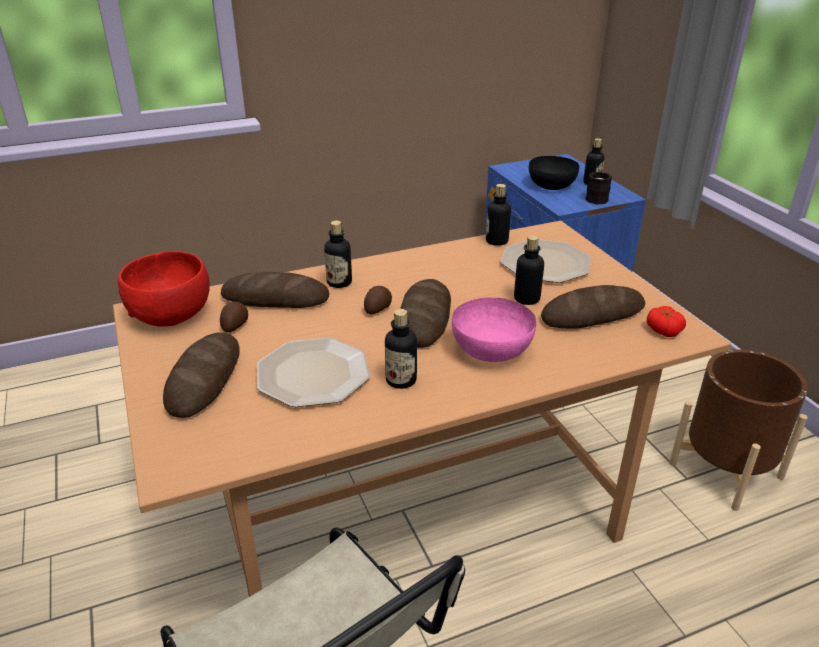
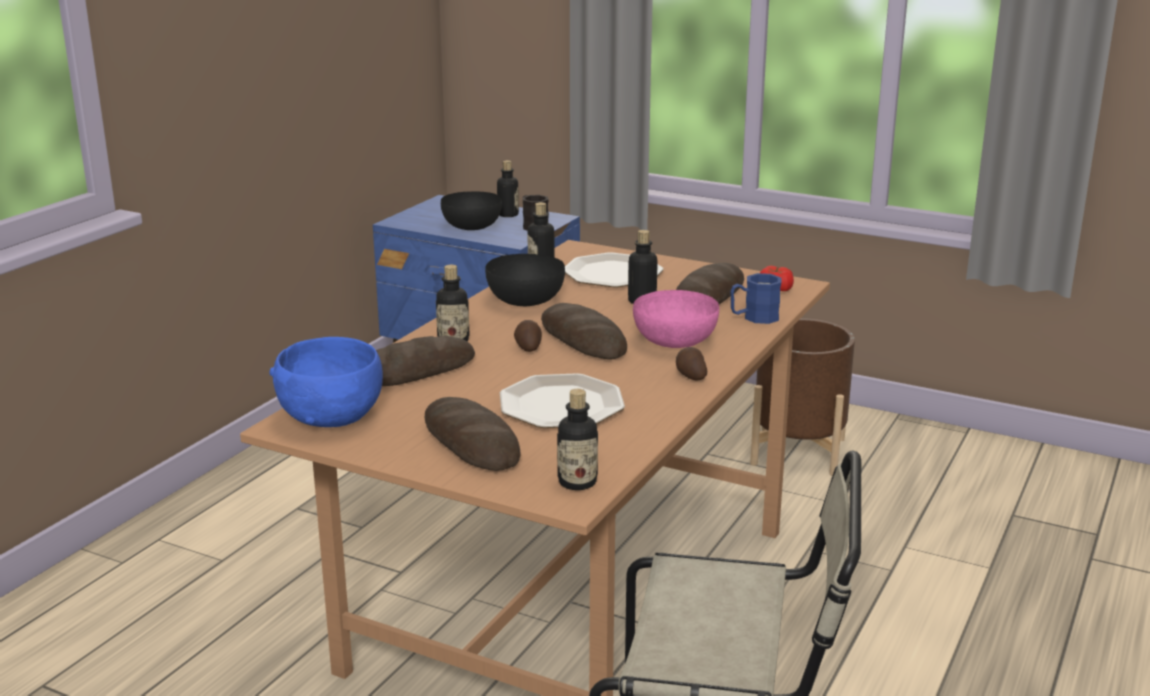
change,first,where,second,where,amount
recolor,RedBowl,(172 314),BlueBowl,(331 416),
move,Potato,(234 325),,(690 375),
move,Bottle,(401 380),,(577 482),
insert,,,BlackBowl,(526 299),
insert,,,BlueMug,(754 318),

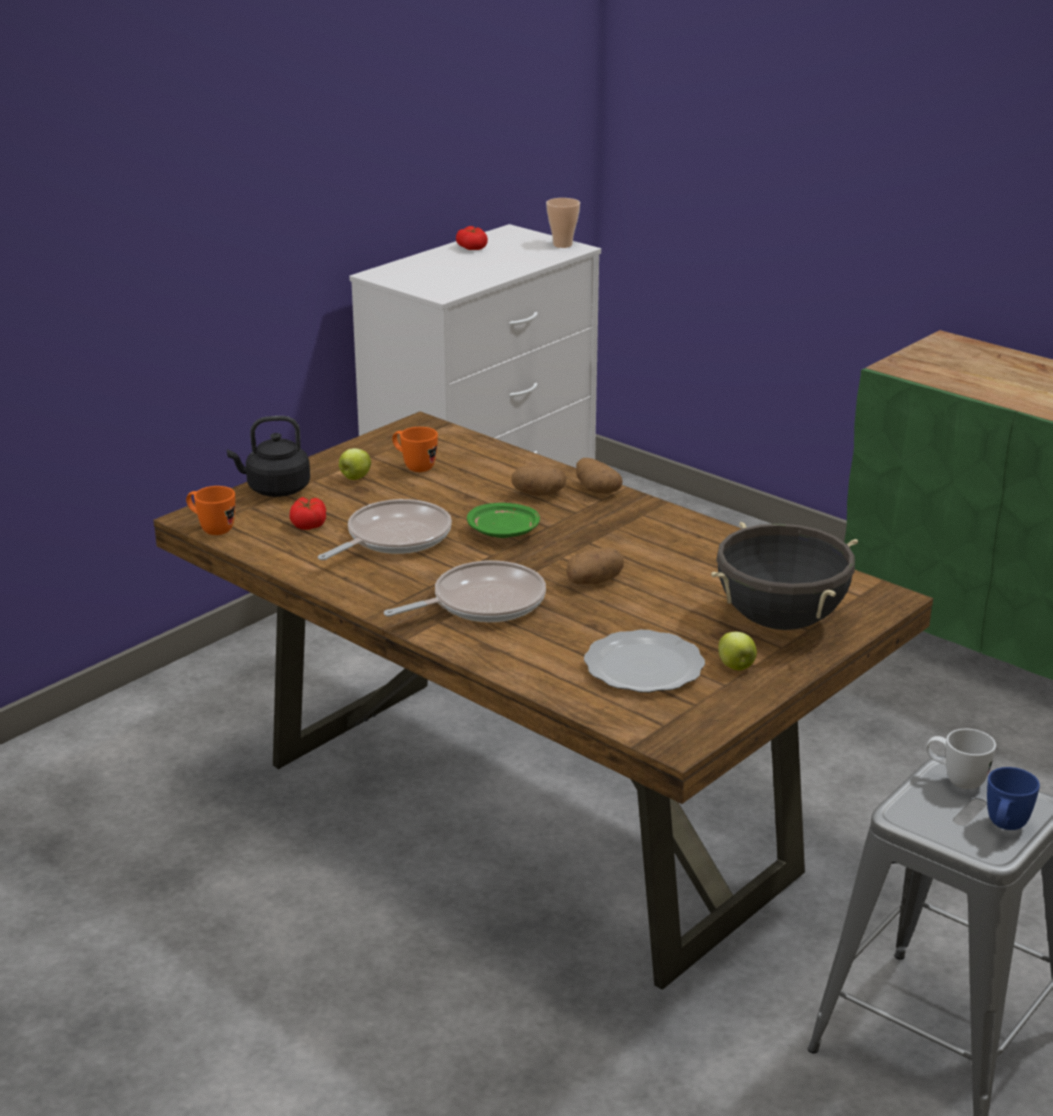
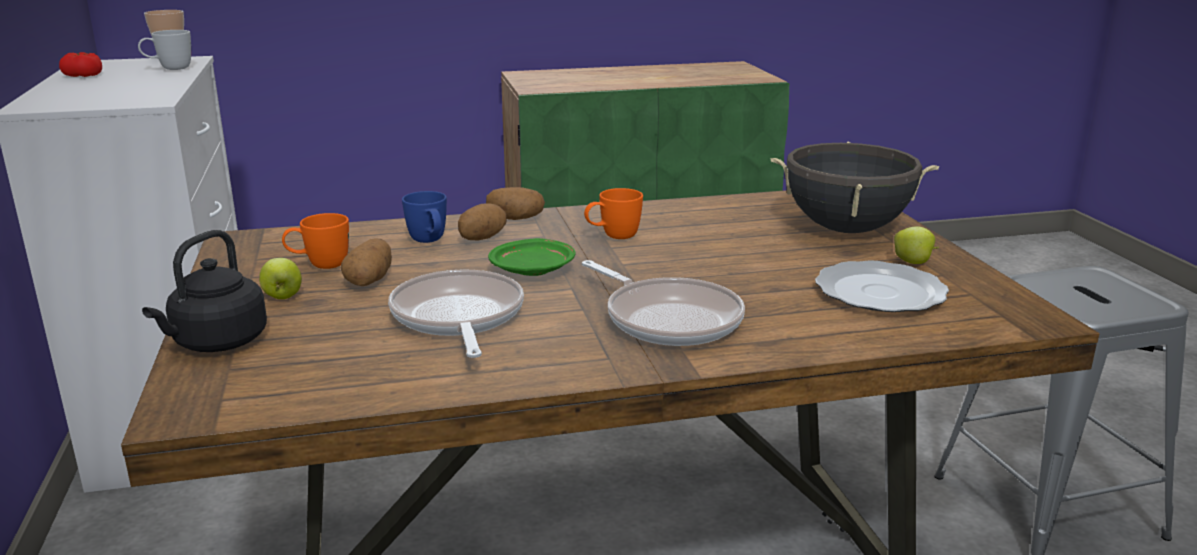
change,first,where,second,where,amount
move,OrangeMug,(211 529),,(613 237),
delete,Tomato,(308 524),,,
rotate,FryingPan,(482 603),,(668 319),135 degrees clockwise
move,Potato,(594 581),,(370 280),
move,WhiteMug,(956 780),,(169 69),
move,BlueMug,(1005 828),,(430 242),

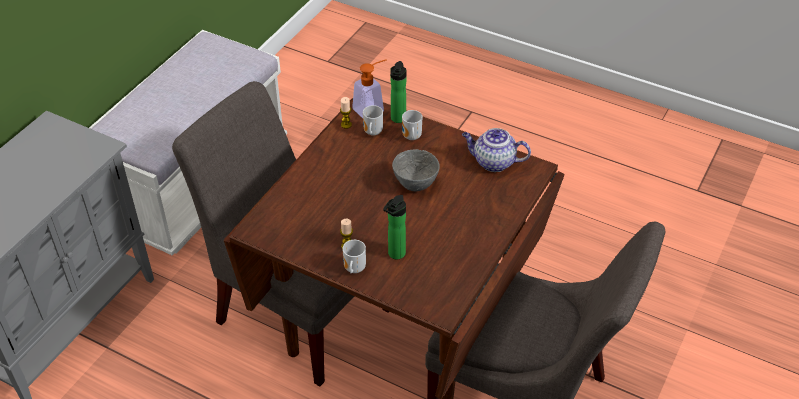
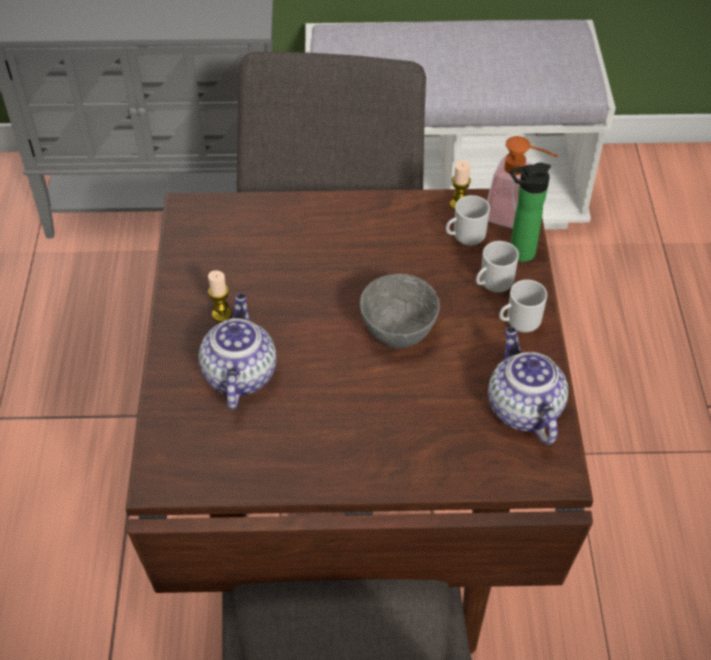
change,first,where,second,where,amount
move,Mug,(353 269),,(519 324),
replace,Bottle,(395 255),Teapot,(239 374),

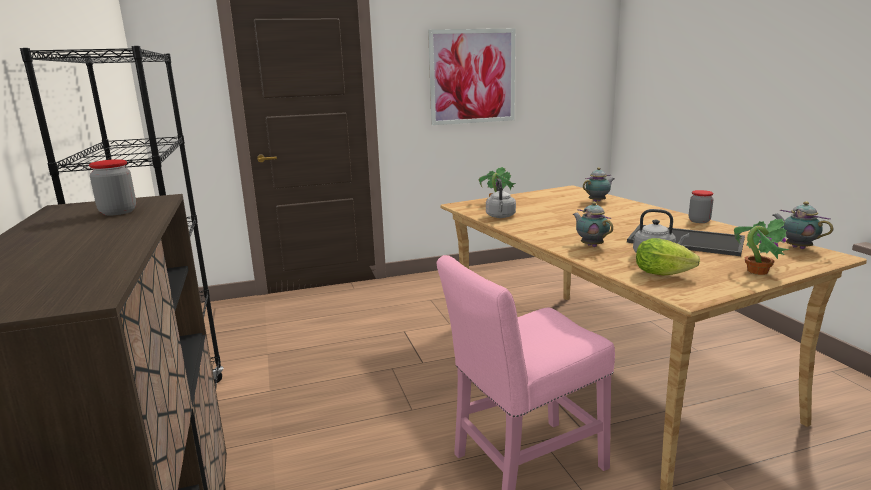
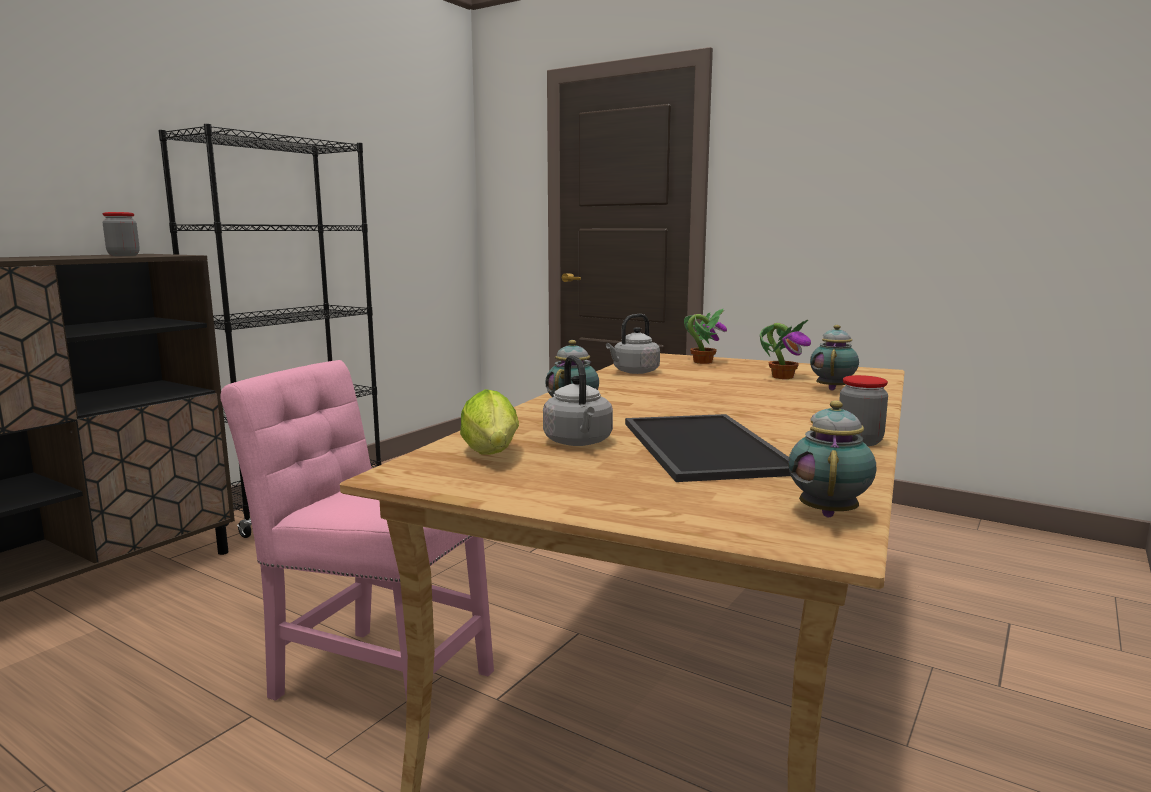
change,first,where,second,where,amount
delete,Picture,(472 76),,,
rotate,Teapot,(598 201),,(833 389),90 degrees counterclockwise
move,PottedPlant,(756 271),,(782 377),

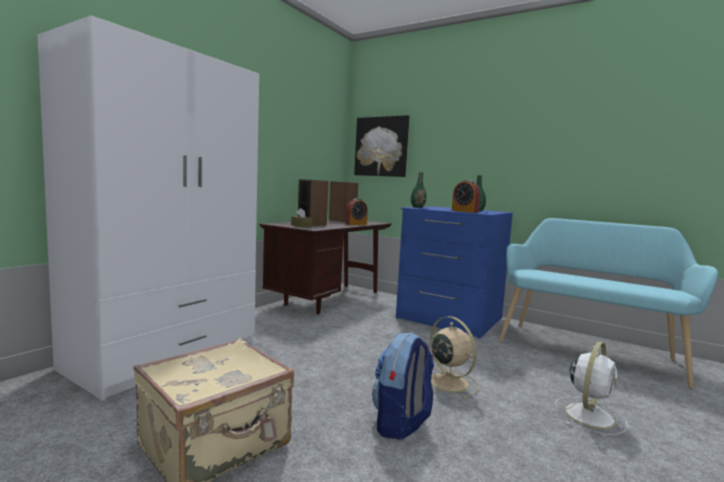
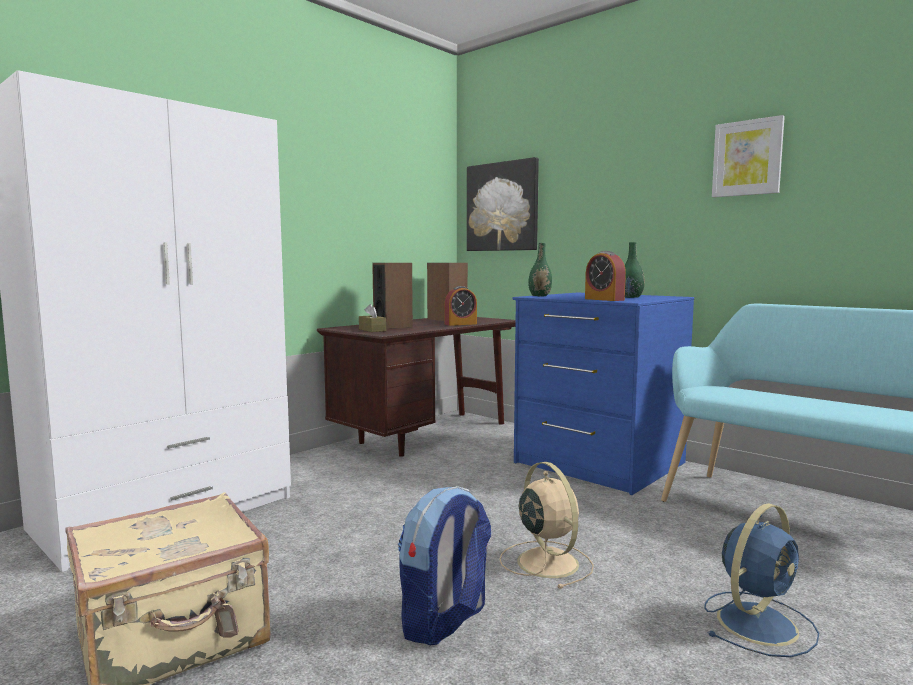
change,first,where,second,where,amount
recolor,WhiteFan,(589 415),BlueFan,(758 622),
insert,,,Picture,(747 158),

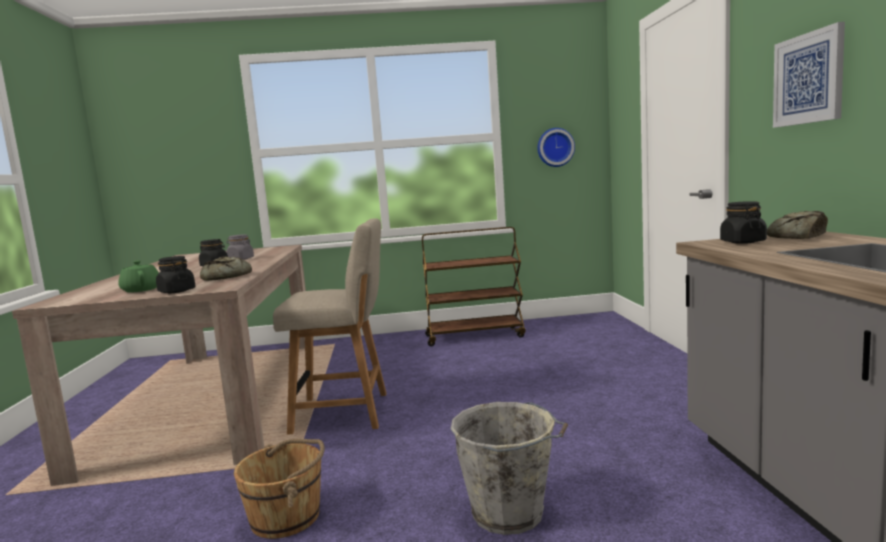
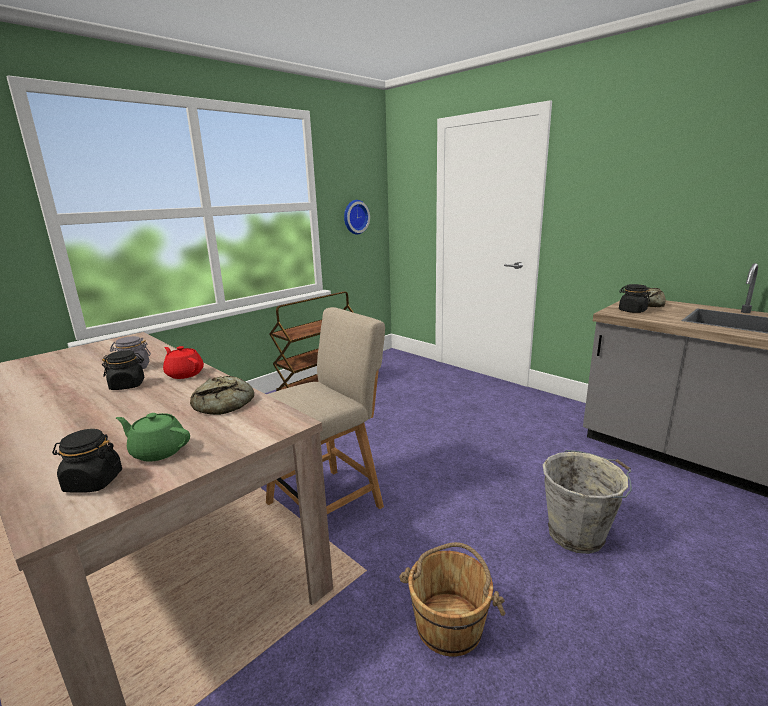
change,first,where,second,where,amount
move,BlackJar,(176 291),,(93 482),
delete,Picture,(808 79),,,
insert,,,RedTeapot,(184 374),

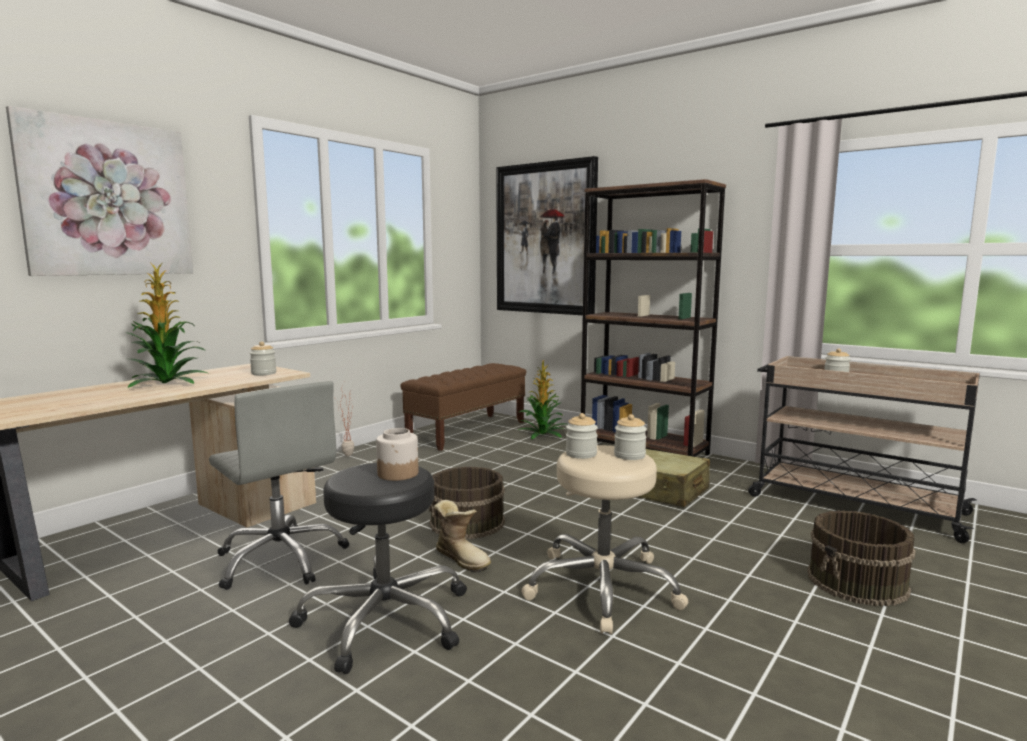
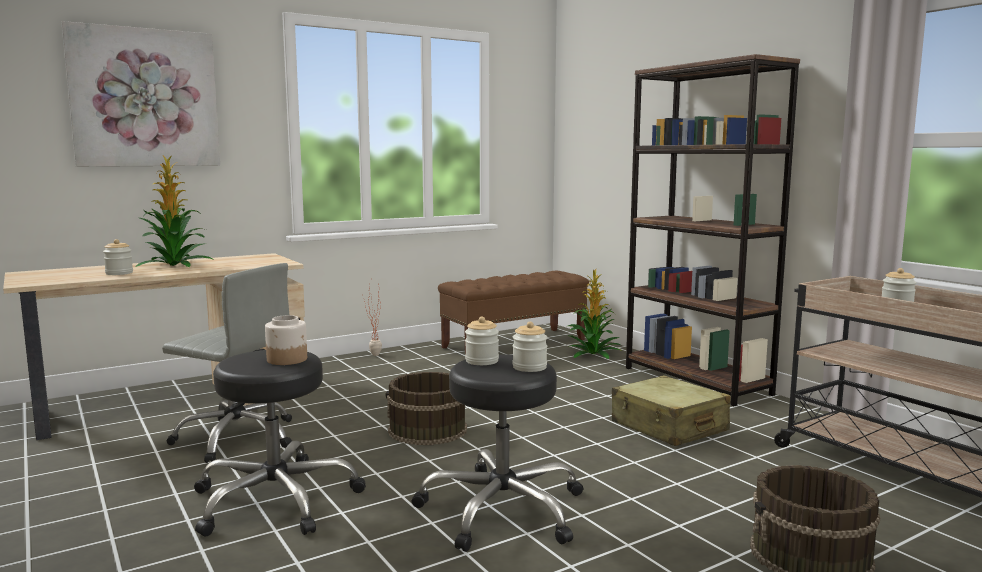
change,first,where,second,where,amount
rotate,GreyOfficeChair,(281 559),,(237 437),45 degrees counterclockwise
move,Jar,(263 373),,(119 273),
delete,Boot,(462 558),,,
delete,Picture,(545 239),,,
recolor,BeigeStool,(602 588),BlackStool,(501 510),

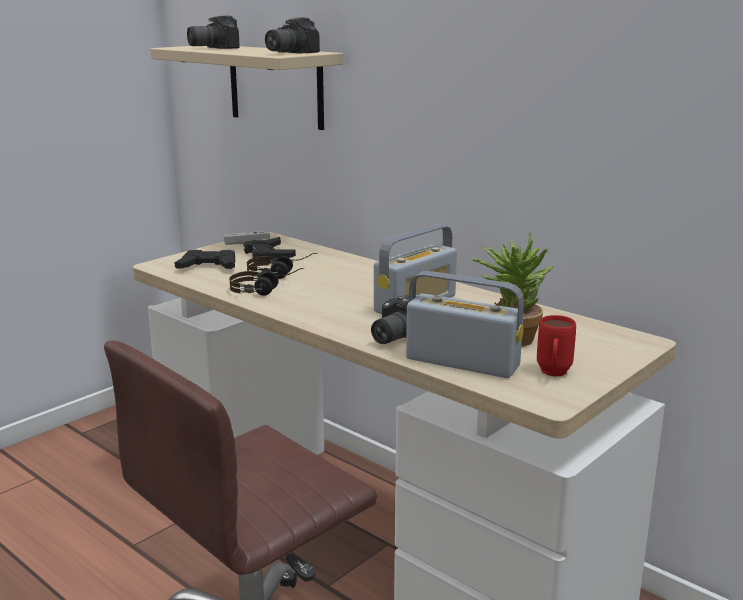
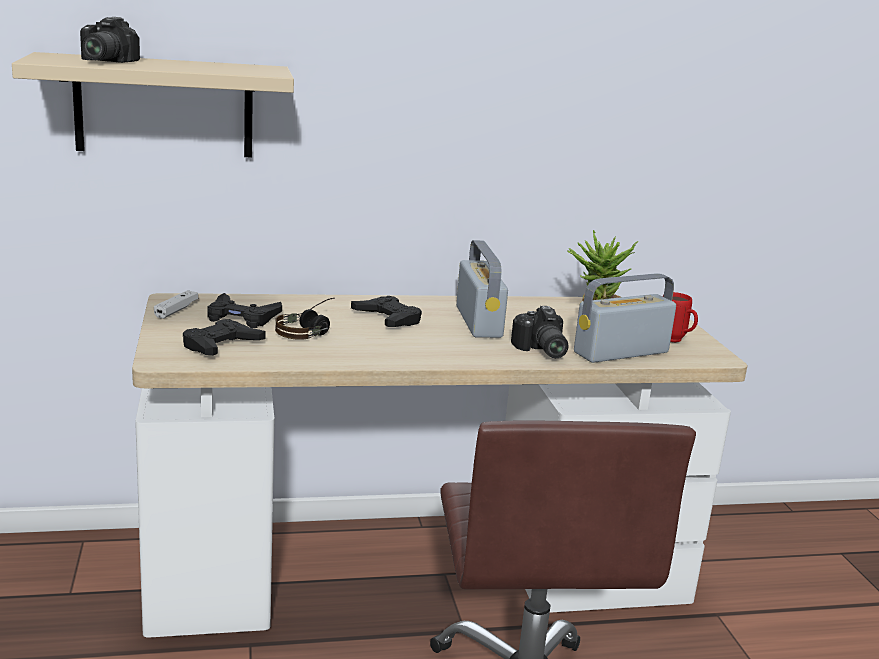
change,first,where,second,where,amount
delete,Headphones,(266 290),,,
delete,PhotoCamera,(287 52),,,
insert,,,BlackGameController,(388 318),

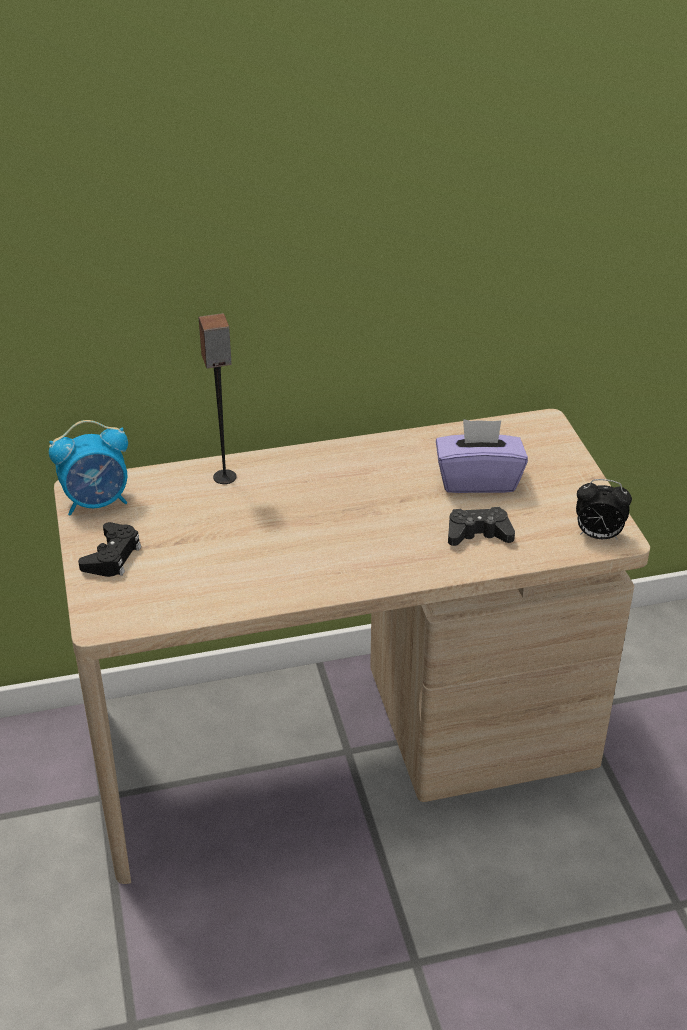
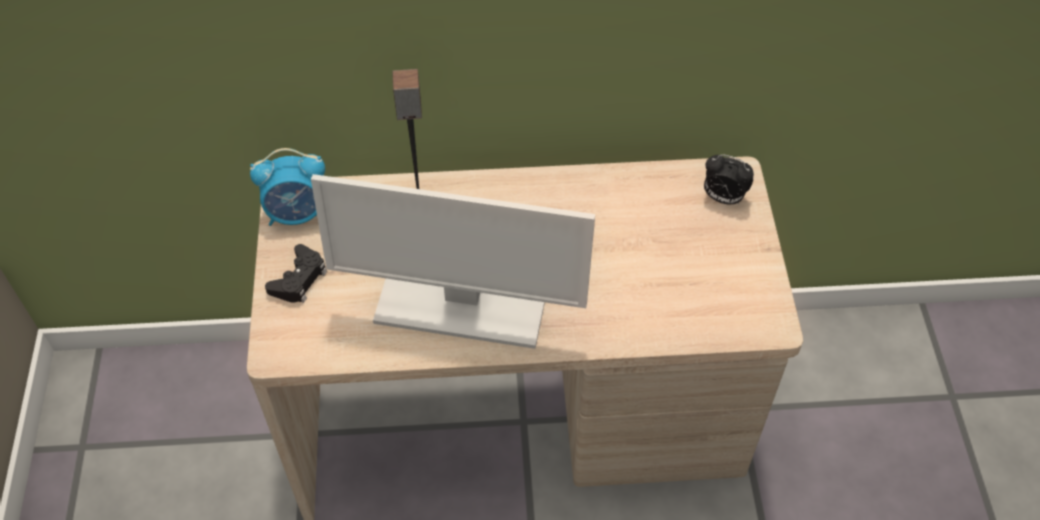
change,first,where,second,where,amount
delete,PurpleTissueBox,(478 480),,,
delete,BlackGameController,(478 534),,,
move,AlarmClock,(597 535),,(722 198),
insert,,,Monitor,(460 304),

